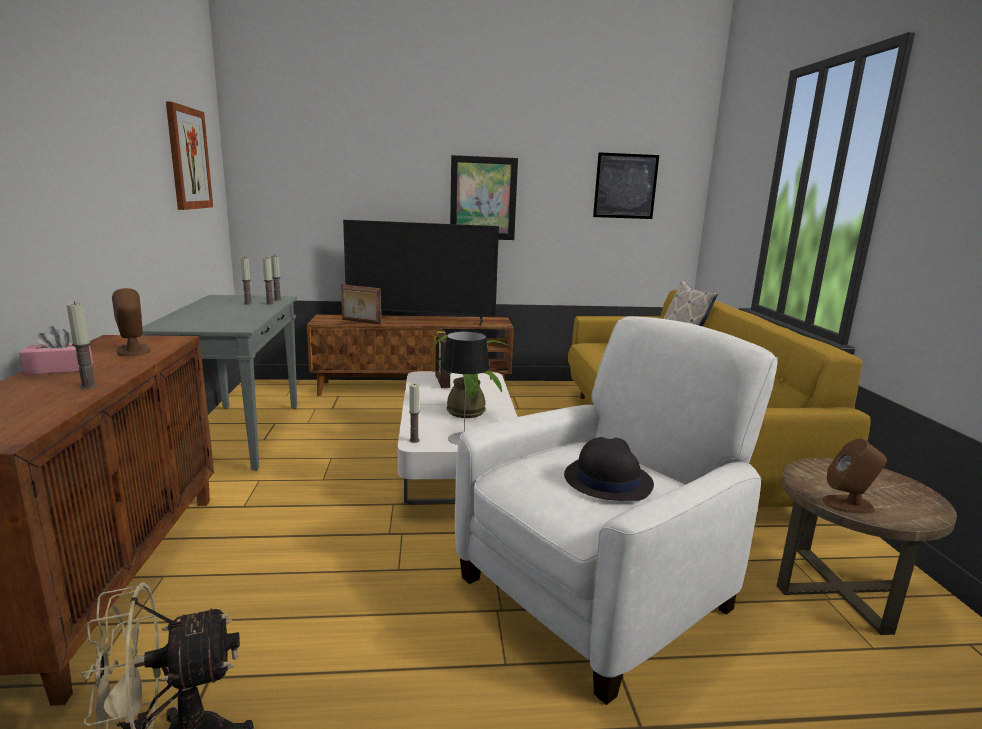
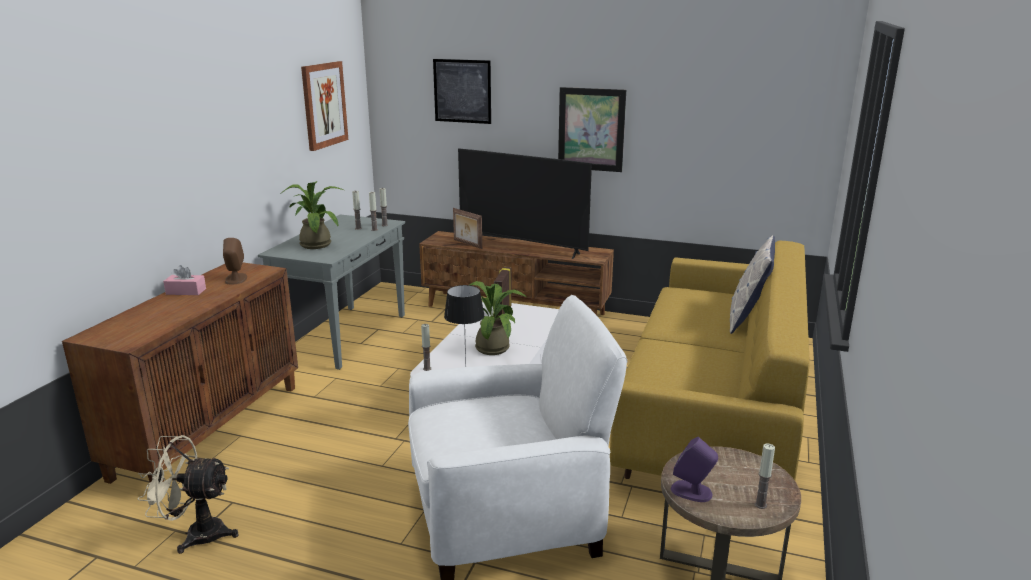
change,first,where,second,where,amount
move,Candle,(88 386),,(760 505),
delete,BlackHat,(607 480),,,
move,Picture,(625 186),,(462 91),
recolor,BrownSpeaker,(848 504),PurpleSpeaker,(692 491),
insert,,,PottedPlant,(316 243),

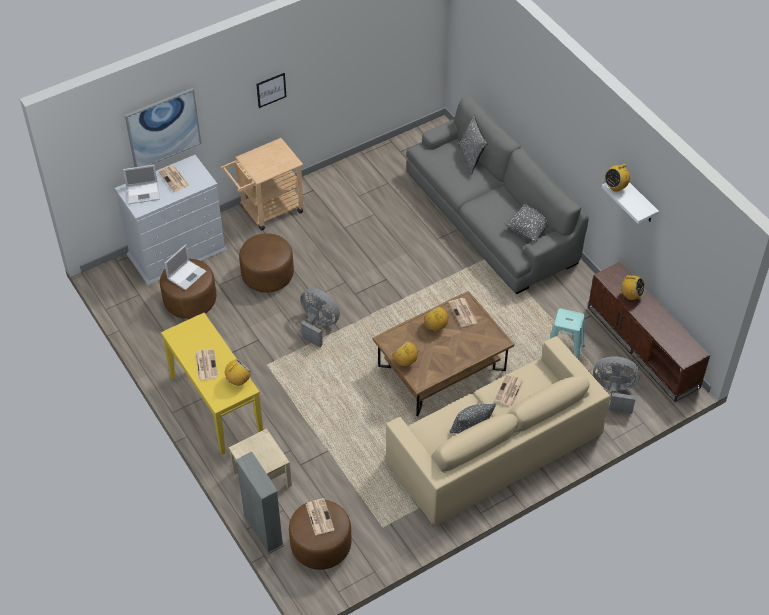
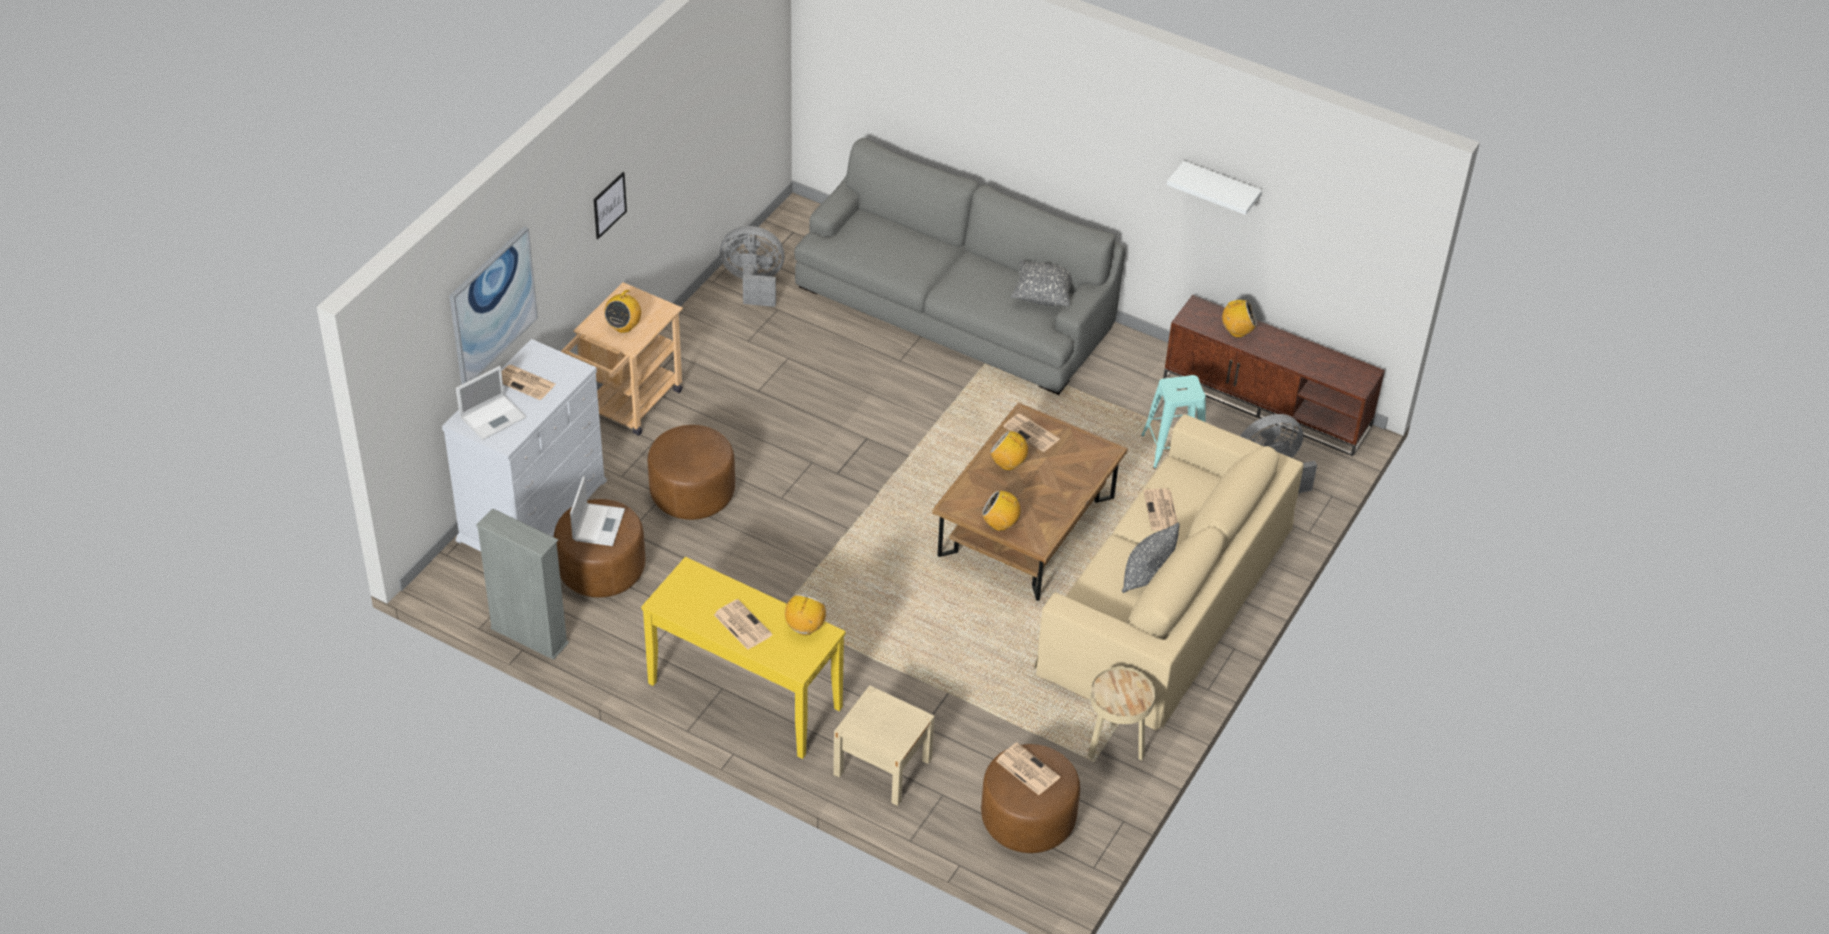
change,first,where,second,where,amount
move,GreyBookcase,(263 530),,(529 636),
move,GreyFan,(318 325),,(753 284),
delete,GreyPillow,(471 158),,,
move,Radio,(615 187),,(623 327),
insert,,,BeigeSideTable,(1115 746),

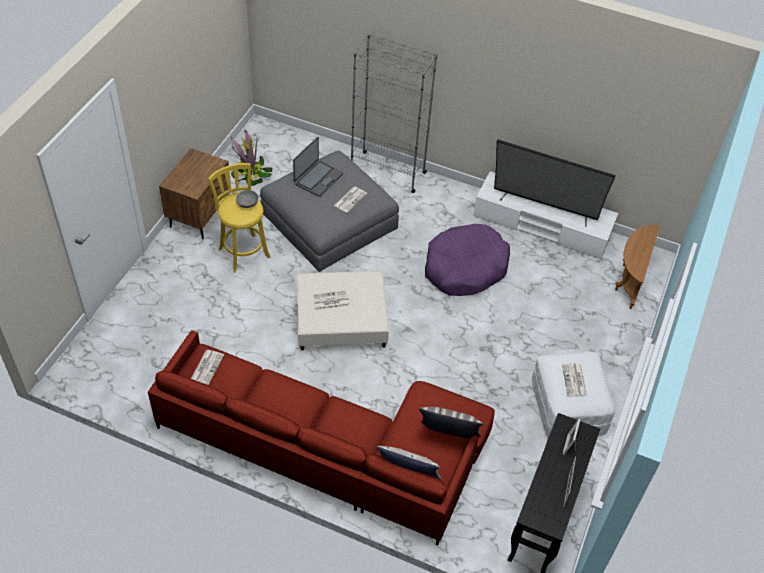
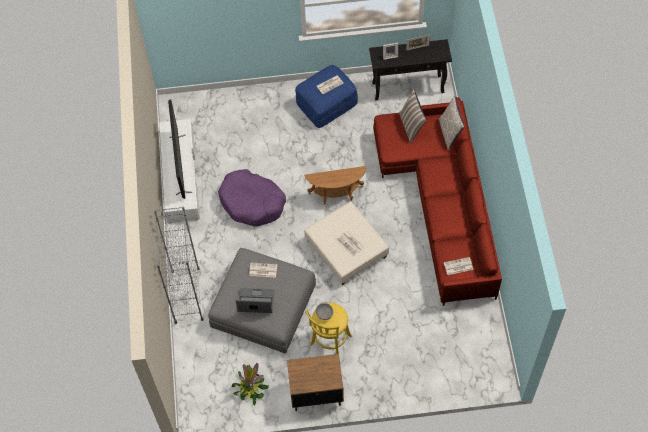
change,first,where,second,where,amount
recolor,WhiteOttoman,(568 407),BlueOttoman,(326 104),
move,BrownSideTable,(629 280),,(336 195),

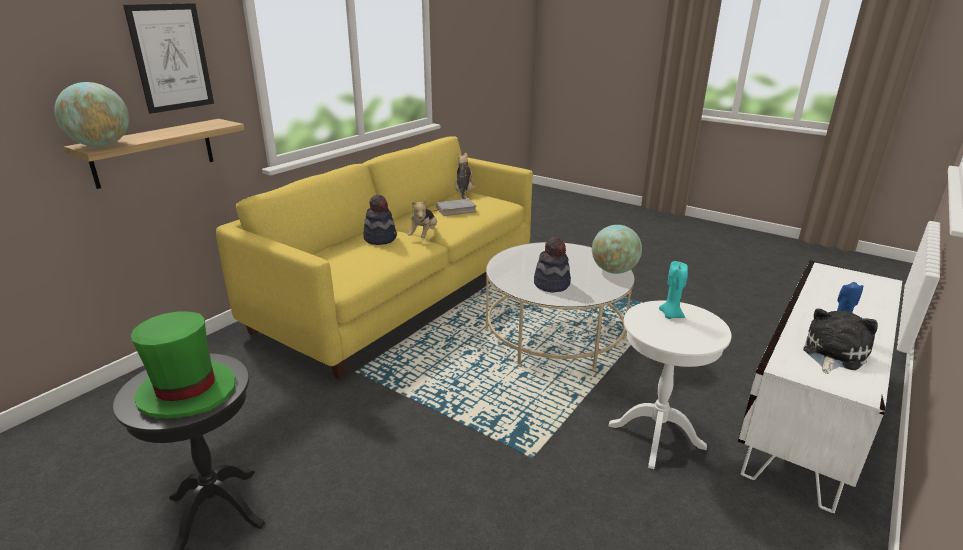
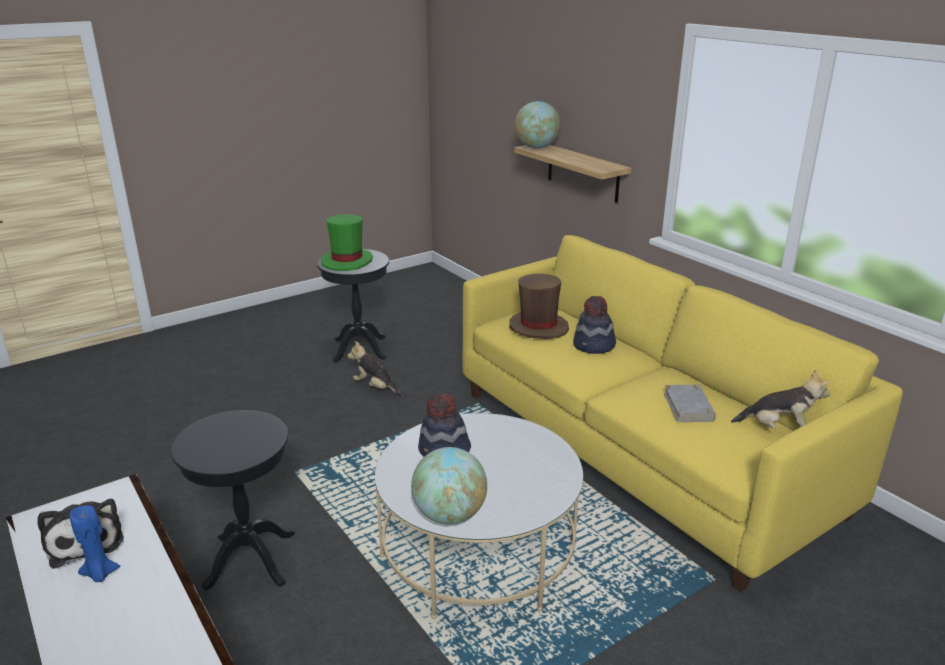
change,first,where,second,where,amount
delete,Picture,(171 58),,,
move,PlushToy,(424 235),,(375 387),
recolor,WhiteSideTable,(656 436),BlackSideTable,(250 560),
delete,TurquoiseCandle,(670 315),,,
insert,,,BrownHat,(538 327),

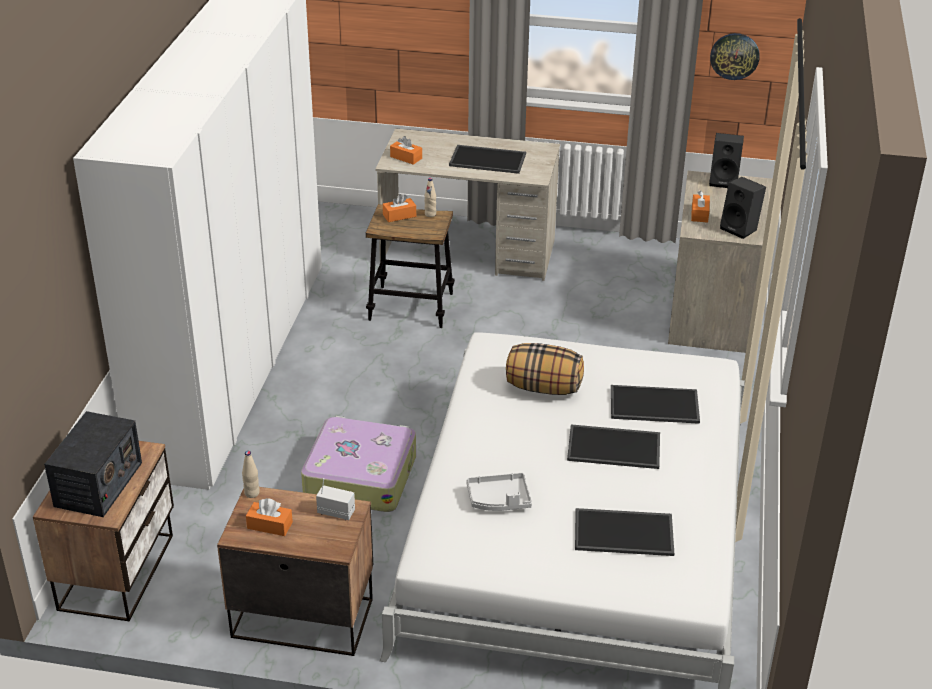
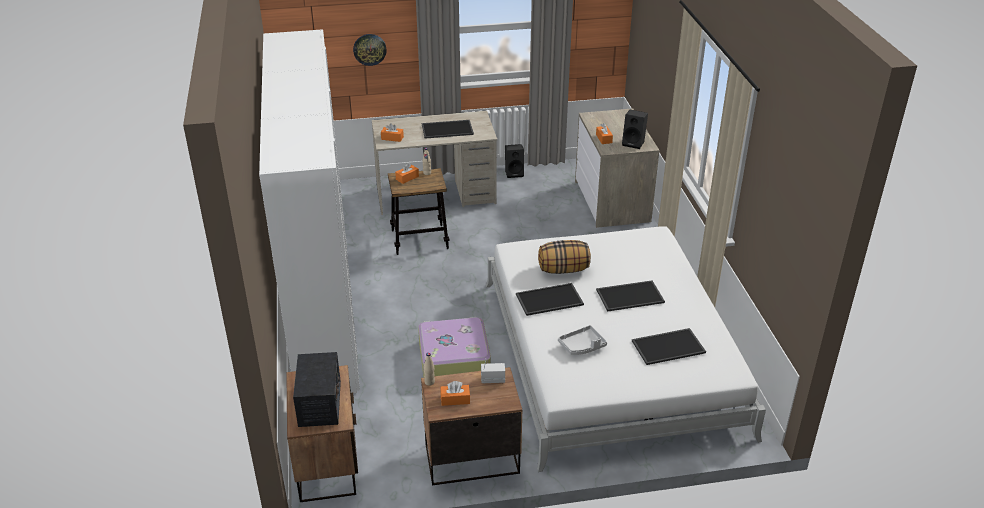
change,first,where,second,where,amount
move,Tray,(653 406),,(549 300),
move,BlackSpeaker,(724 181),,(514 173),
move,WallClock,(734 56),,(369 49),

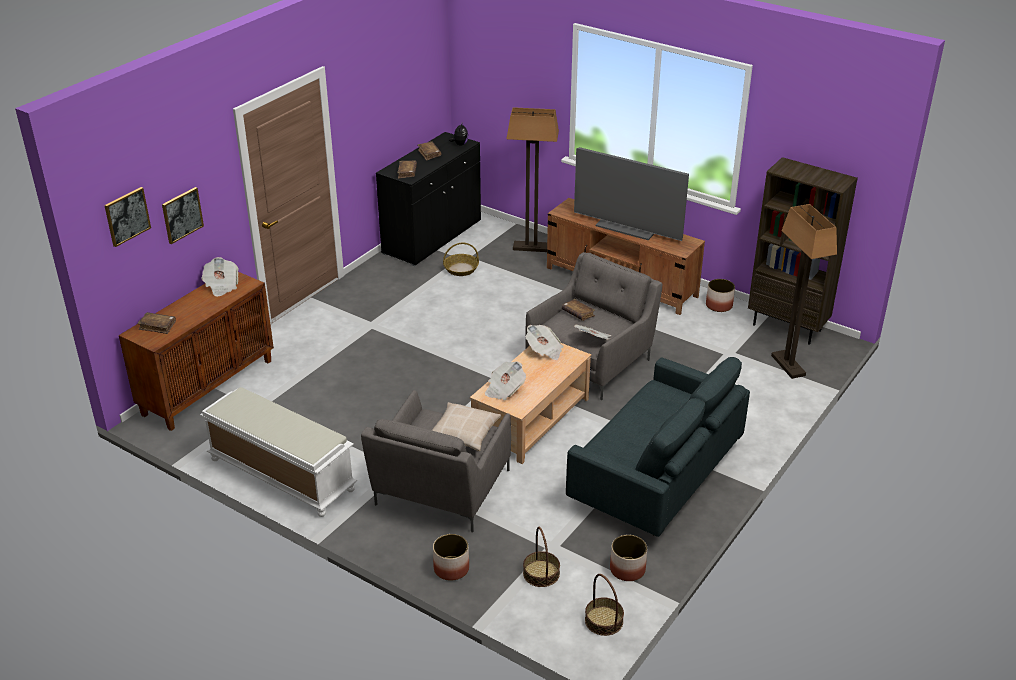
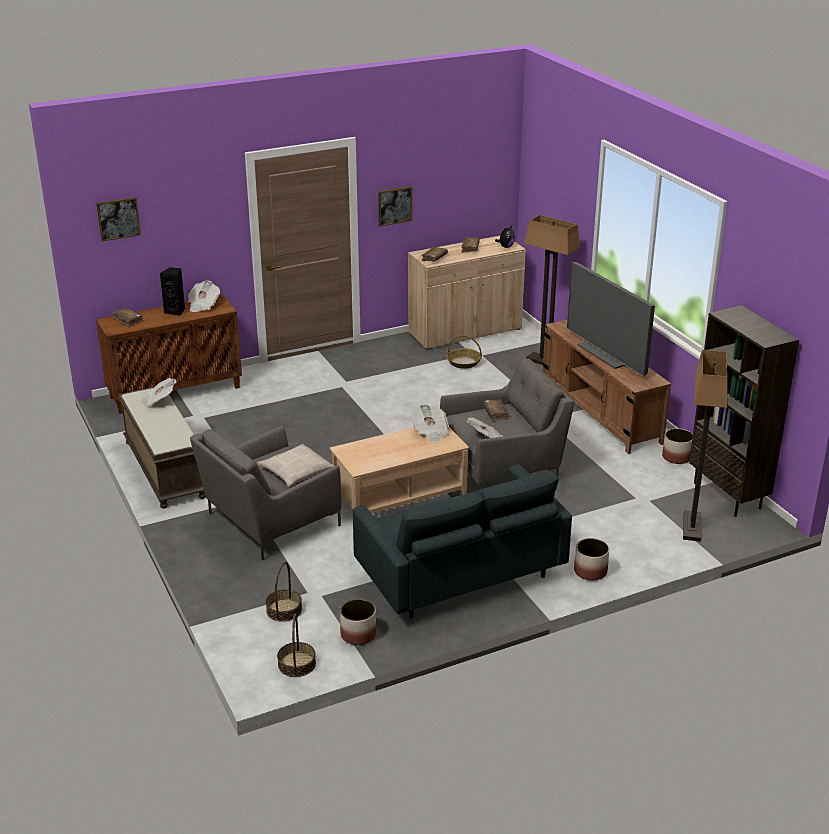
change,first,where,second,where,amount
move,Picture,(182 215),,(394 206),
recolor,WhiteBench,(280 474),BrownBench,(163 469),
recolor,BlackCabinet,(432 237),BeigeCabinet,(465 332),
move,Planter,(451 568),,(590 571),
move,Newspaper,(504 390),,(158 401),
insert,,,BlackSpeaker,(176 311),

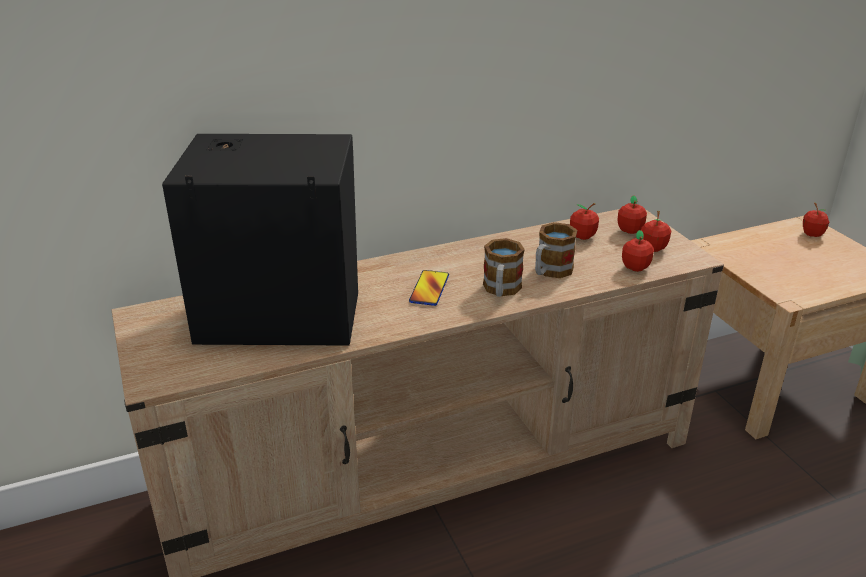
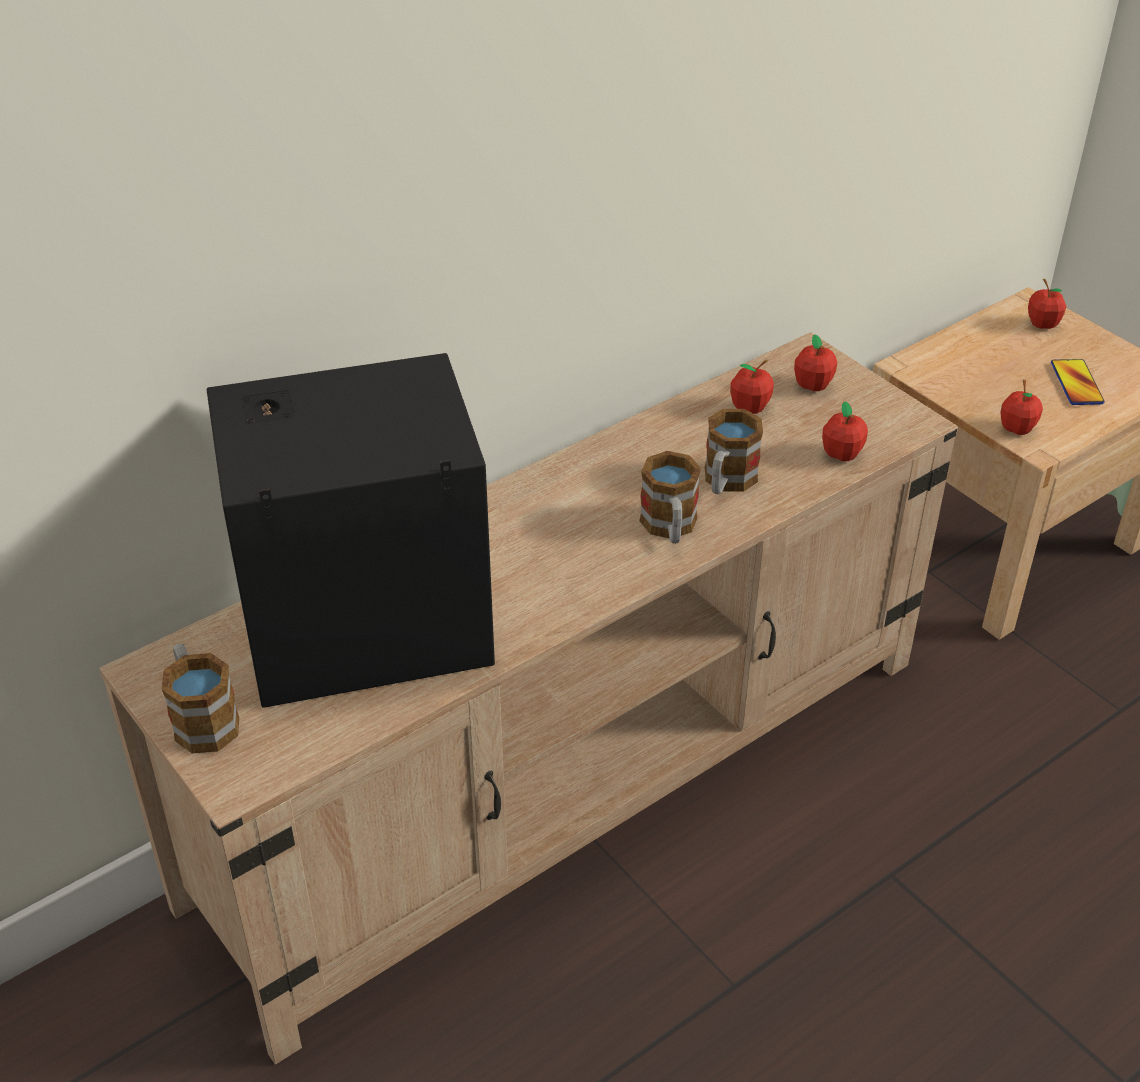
change,first,where,second,where,amount
move,Phone,(429 289),,(1076 383),
move,Apple,(653 248),,(1017 429),
insert,,,Mug,(202 718),

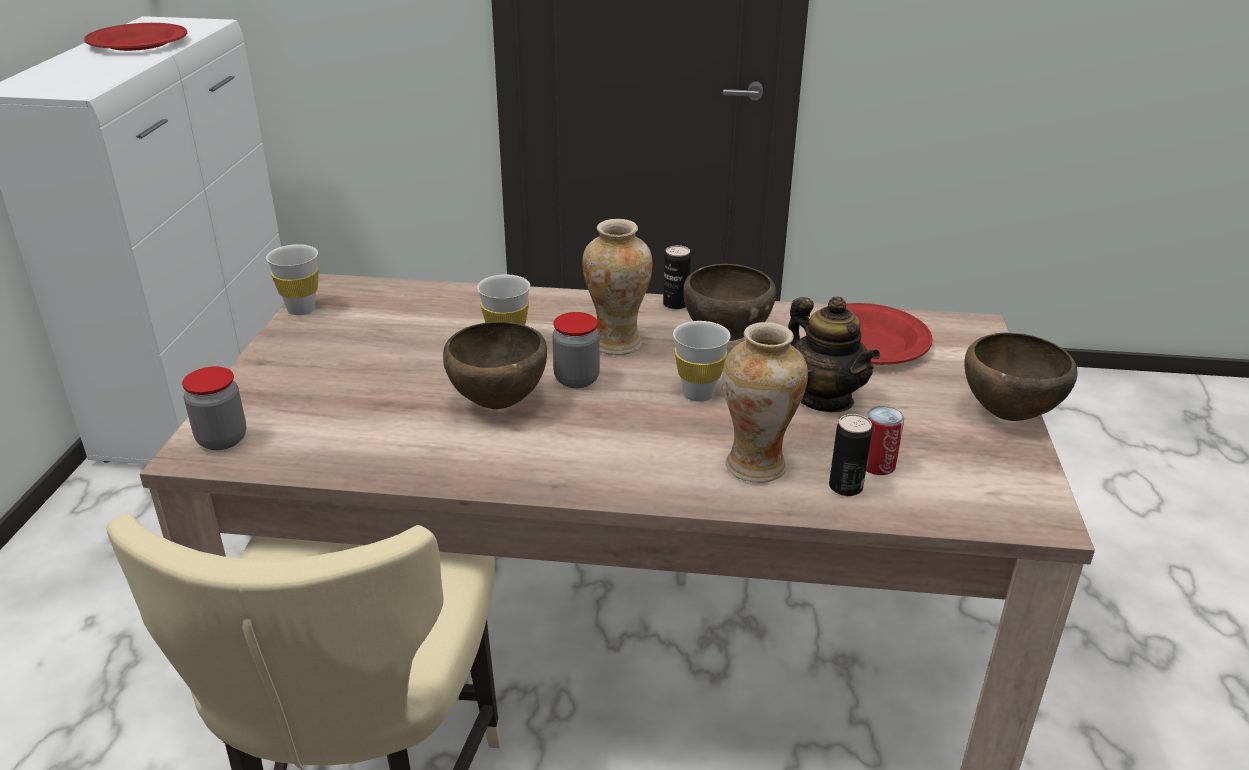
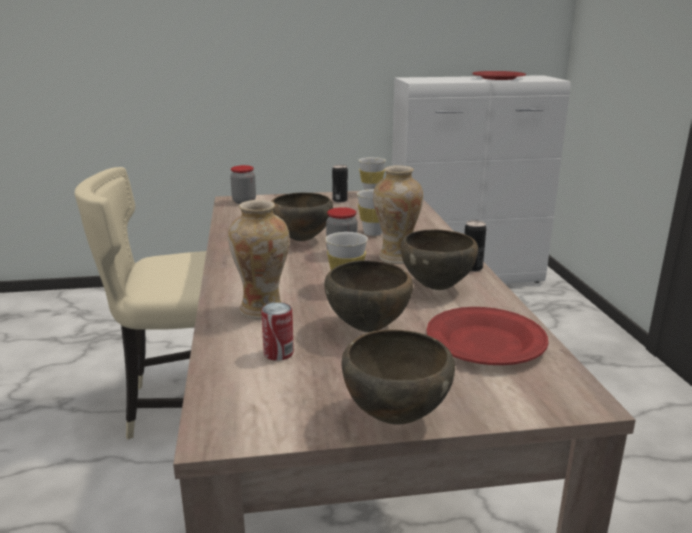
change,first,where,second,where,amount
replace,Teapot,(824 398),BrownBowl,(369 328),
move,Can,(845 487),,(340 200),

